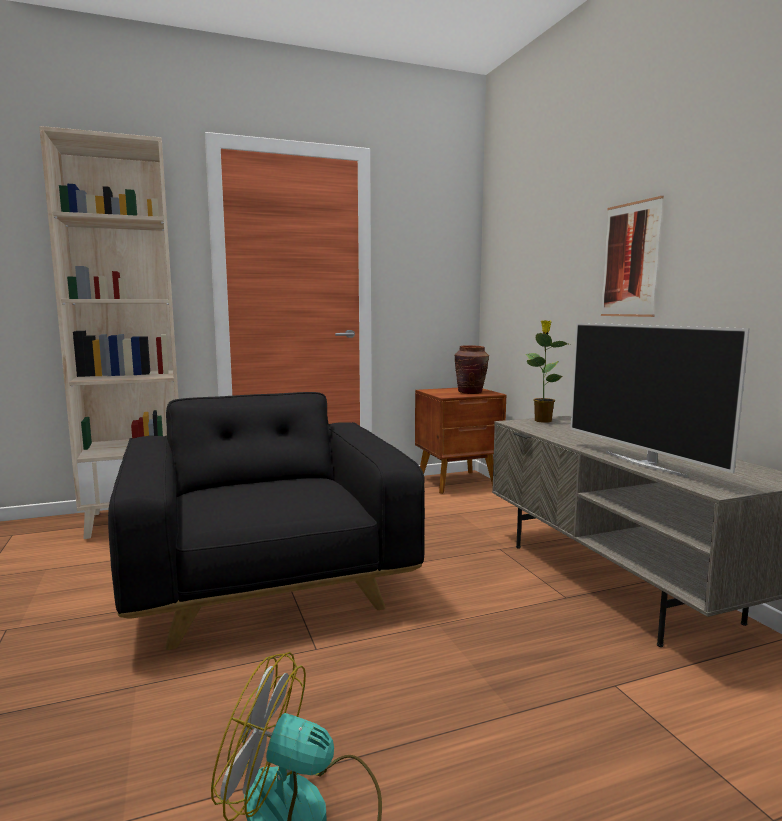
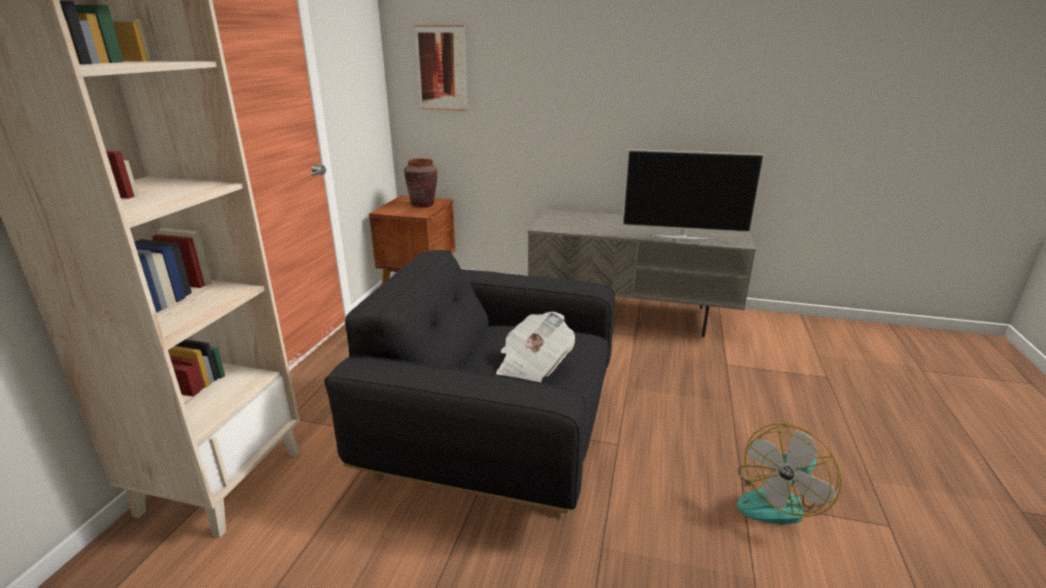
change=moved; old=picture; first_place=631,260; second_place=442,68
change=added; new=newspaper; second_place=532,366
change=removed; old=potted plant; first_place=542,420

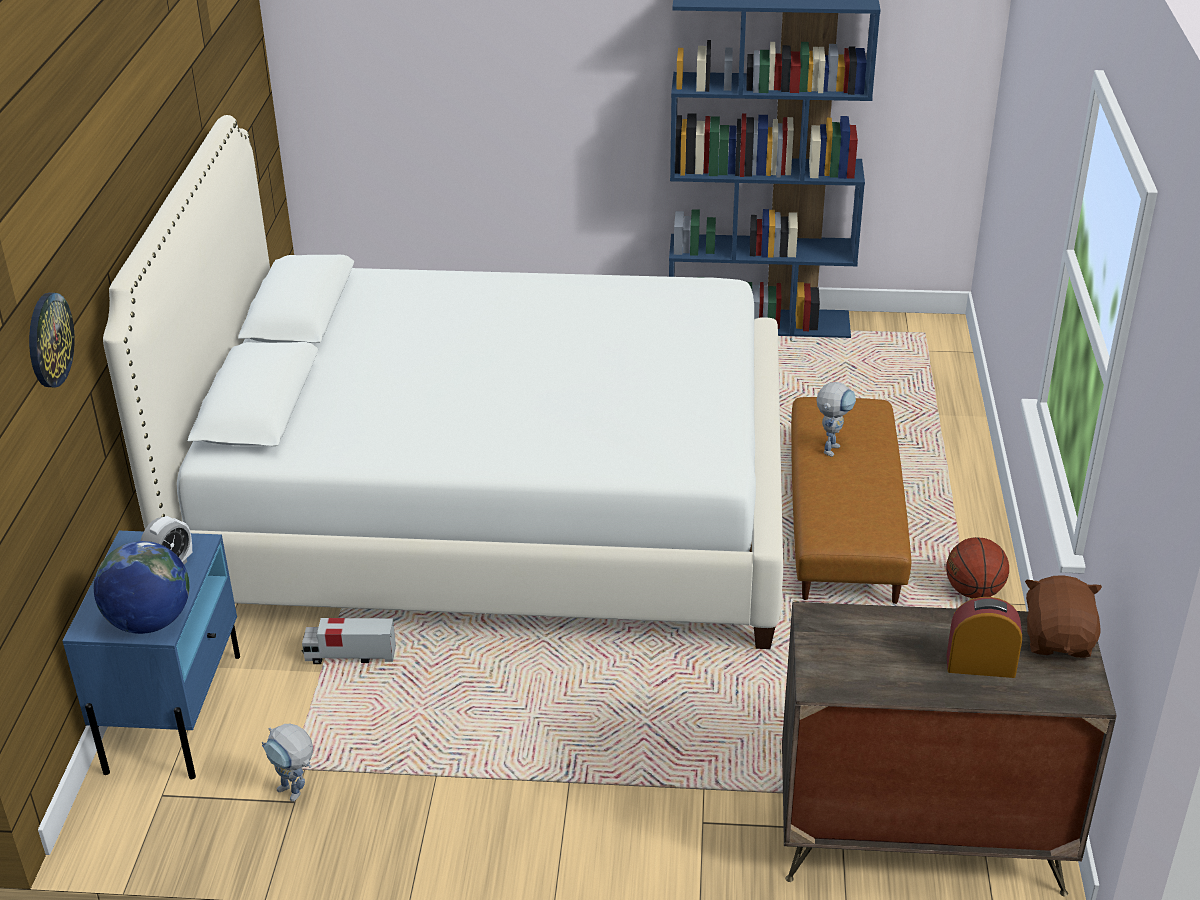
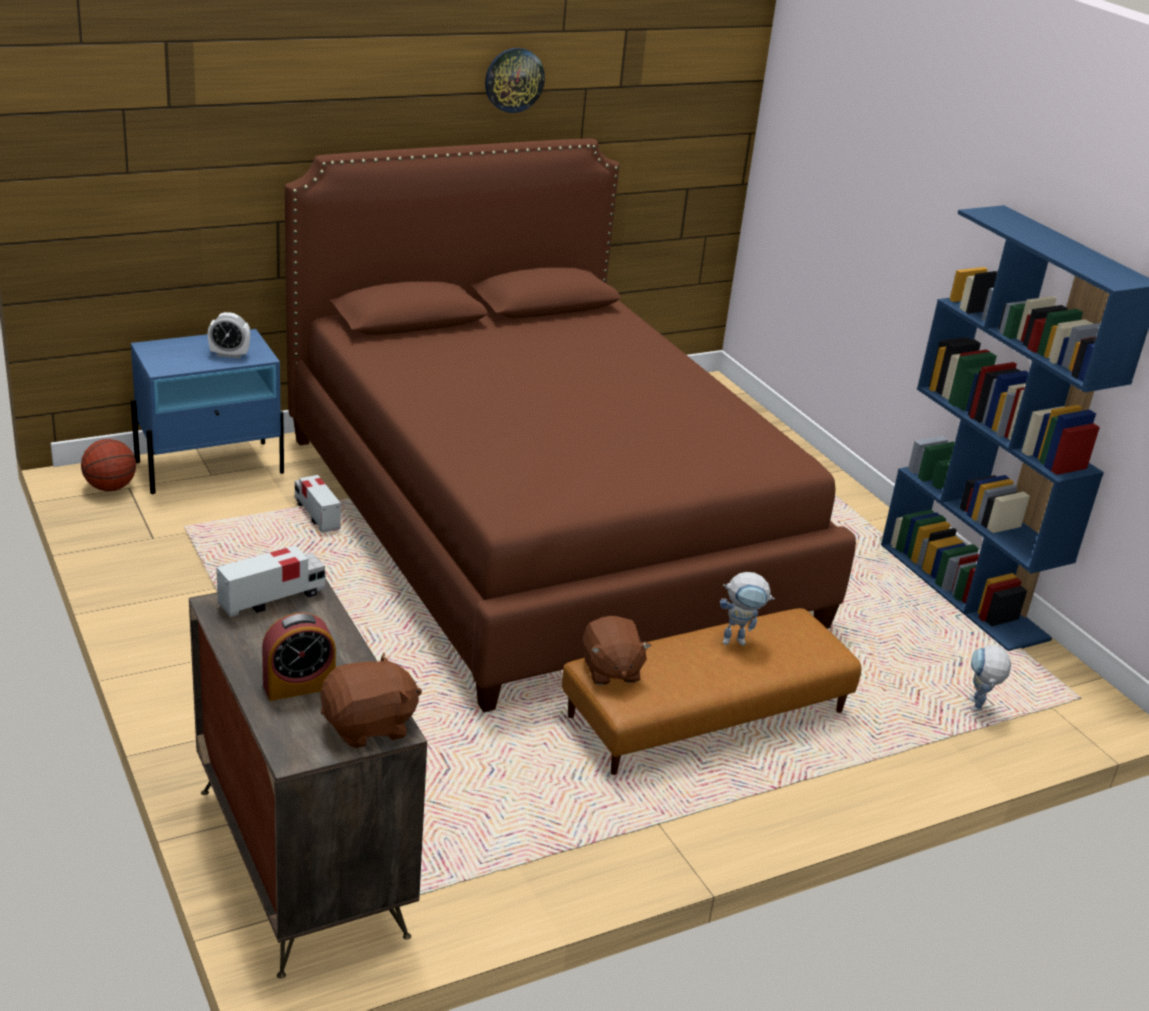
change=moved; old=basketball; first_place=973,591; second_place=110,487
change=added; new=toy truck; second_place=273,599
change=turned; old=alarm clock; first_place=980,665; second_place=299,686; degrees=90
change=recoloured; old=bed (white); new=bed (brown); first_place=492,507; second_place=542,526
change=moved; old=wall clock; first_place=48,340; second_place=514,80
change=added; new=plush toy (brown); second_place=610,670
change=moved; old=toy robot; first_place=296,794; second_place=977,710
change=removed; old=globe; first_place=149,622

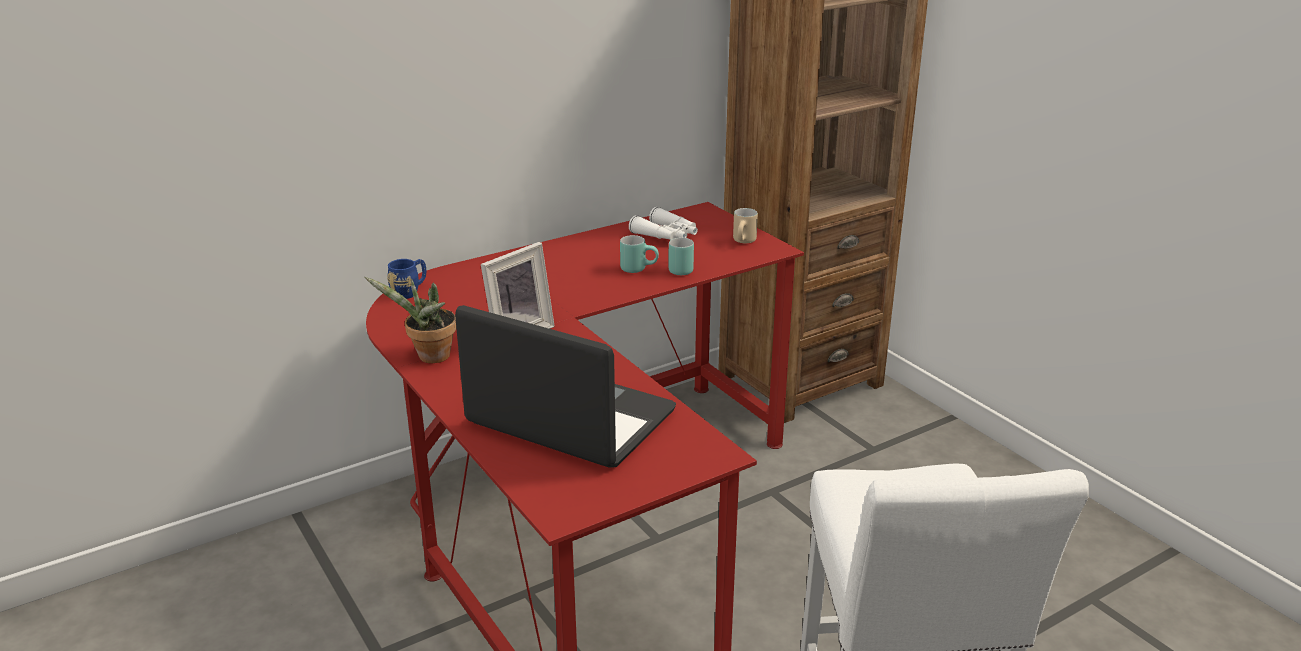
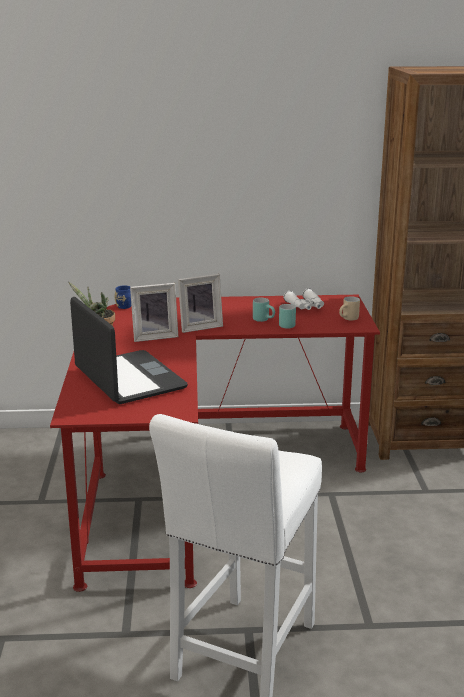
change=added; new=picture frame; second_place=199,326

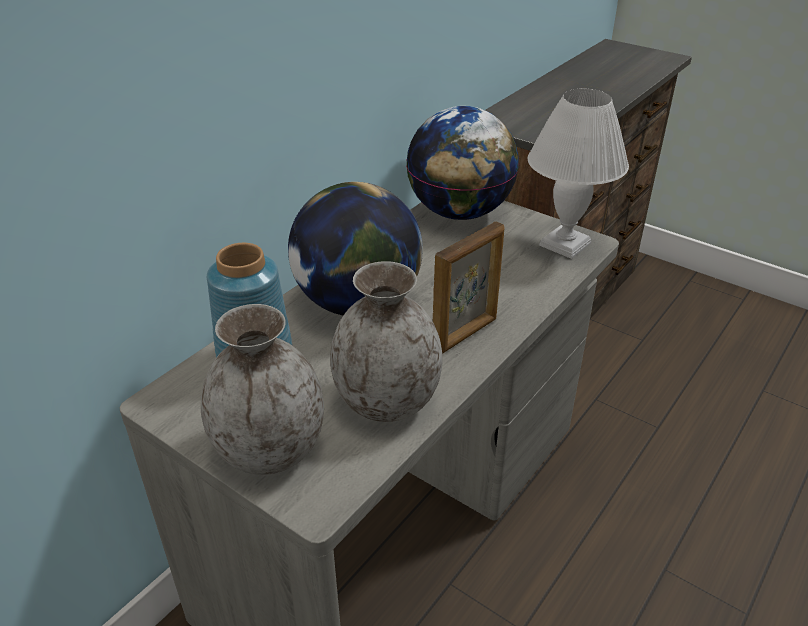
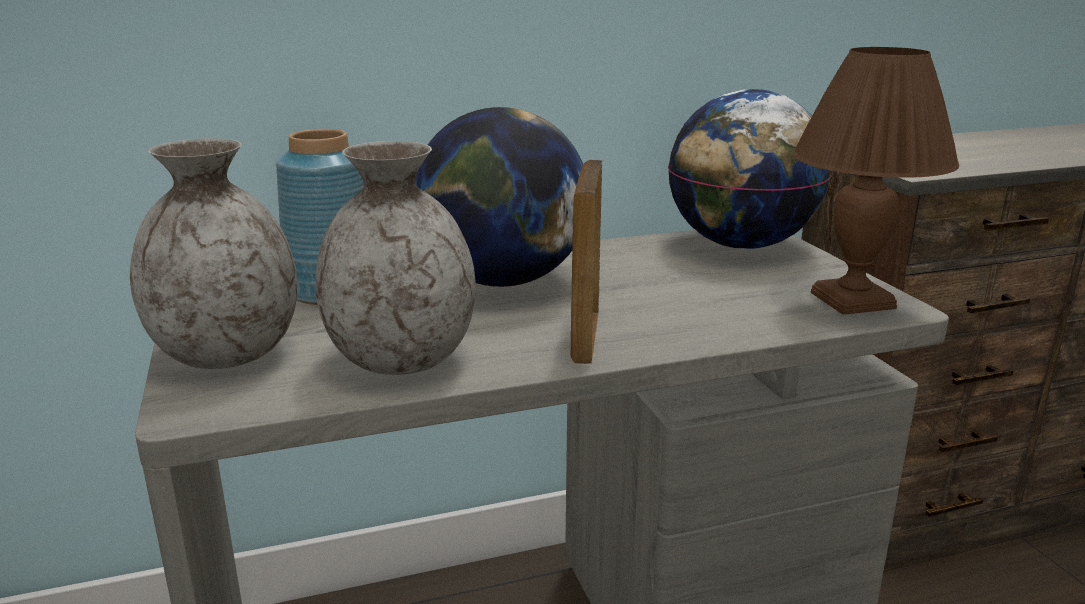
change=turned; old=picture frame; first_place=465,334; second_place=585,337; degrees=105
change=recoloured; old=table lamp (white); new=table lamp (brown); first_place=566,244; second_place=854,301

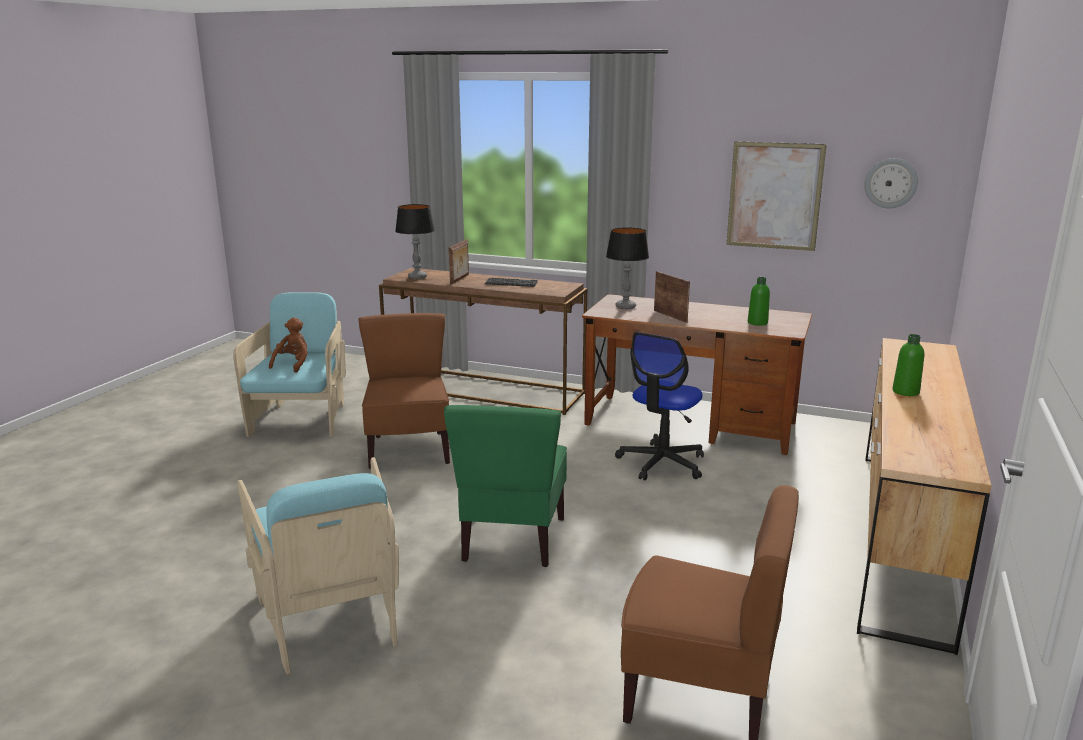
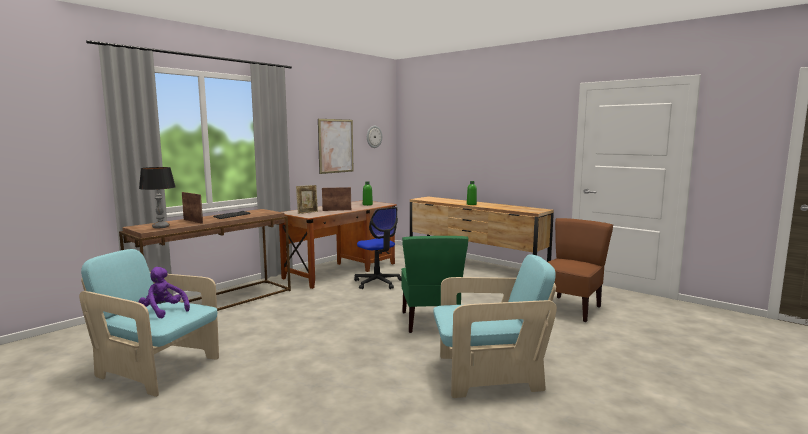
change=recoloured; old=plush toy (brown); new=plush toy (purple); first_place=293,364; second_place=163,311
change=replaced; old=table lamp; new=picture frame; first_place=625,307; second_place=307,212
change=turned; old=chair (green); first_place=512,539; second_place=431,322; degrees=60
change=removed; old=chair (brown); first_place=409,450

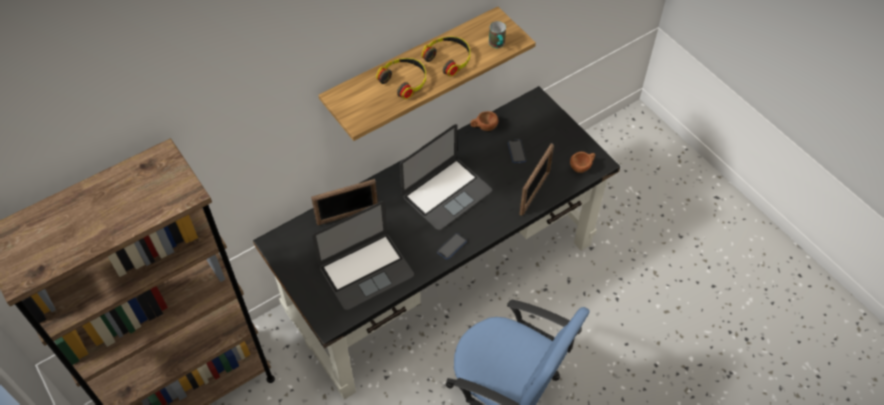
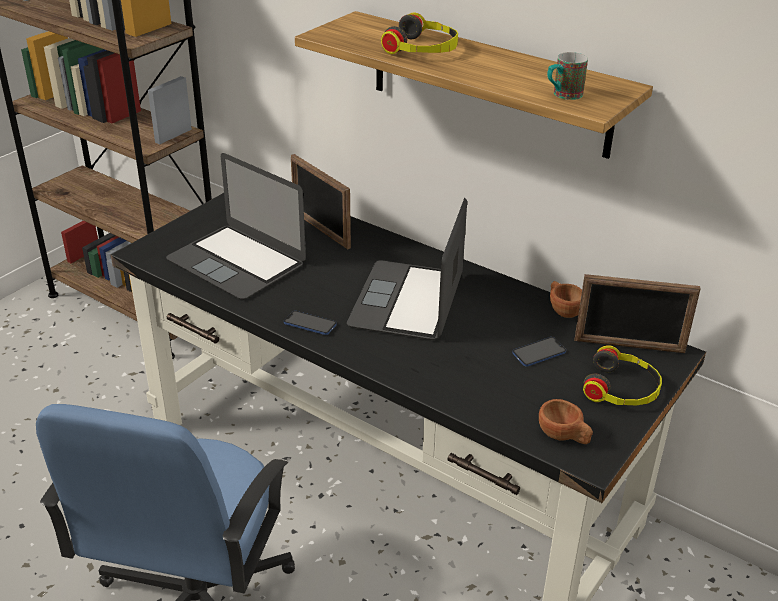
change=turned; old=laptop; first_place=446,193; second_place=407,300; degrees=75
change=moved; old=picture frame; first_place=534,193; second_place=629,346
change=moved; old=headphones; first_place=448,59; second_place=622,389

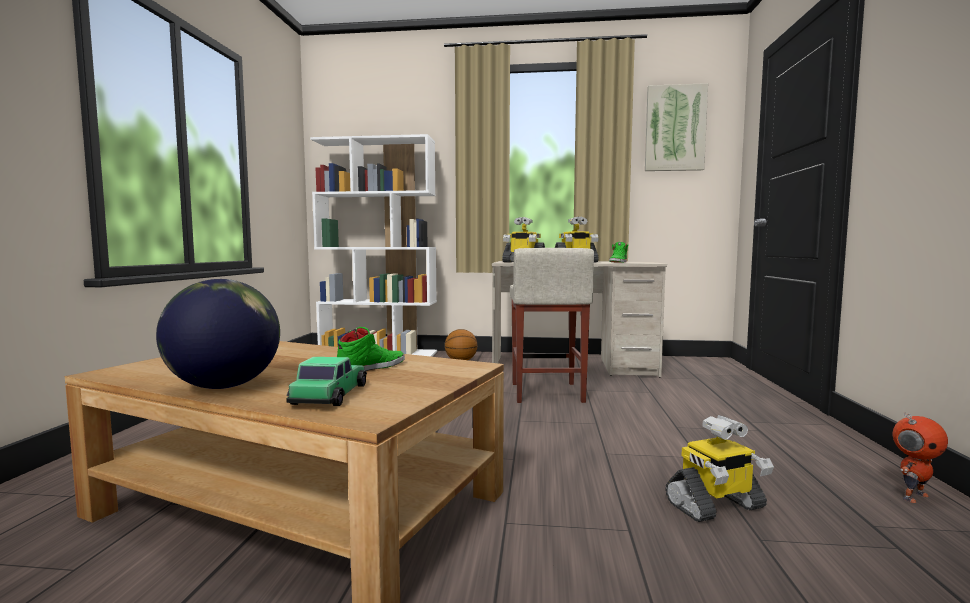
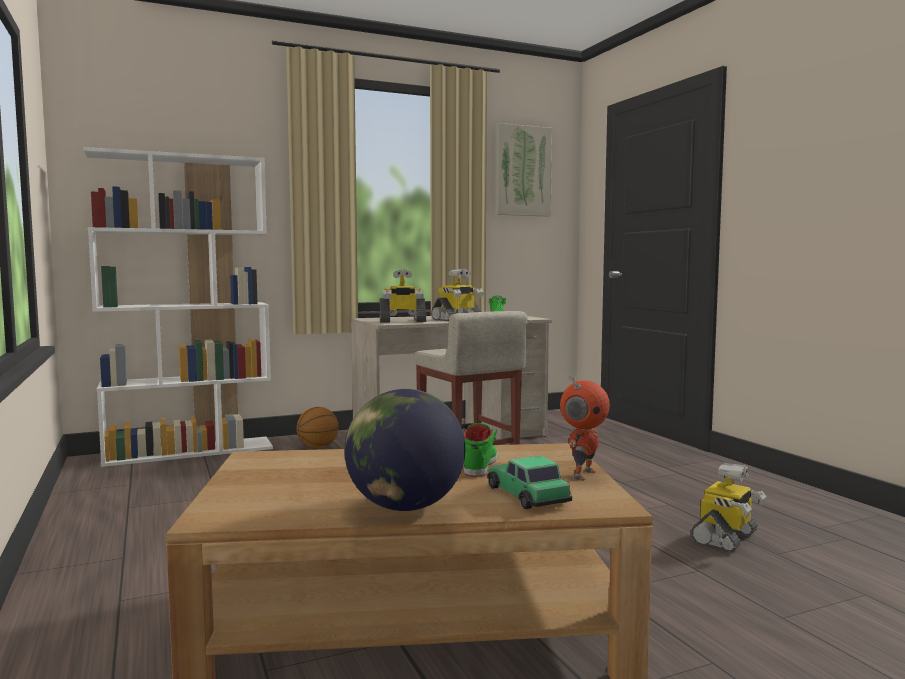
change=moved; old=toy robot; first_place=913,496; second_place=582,474

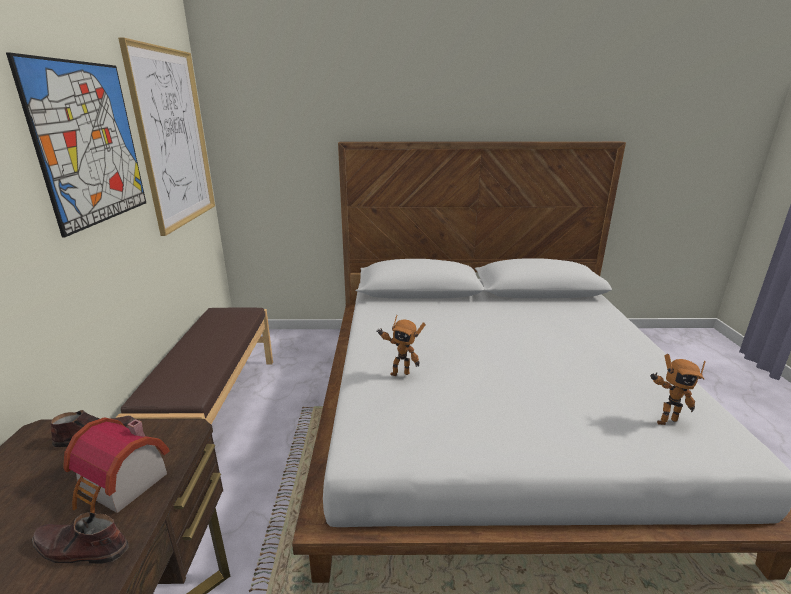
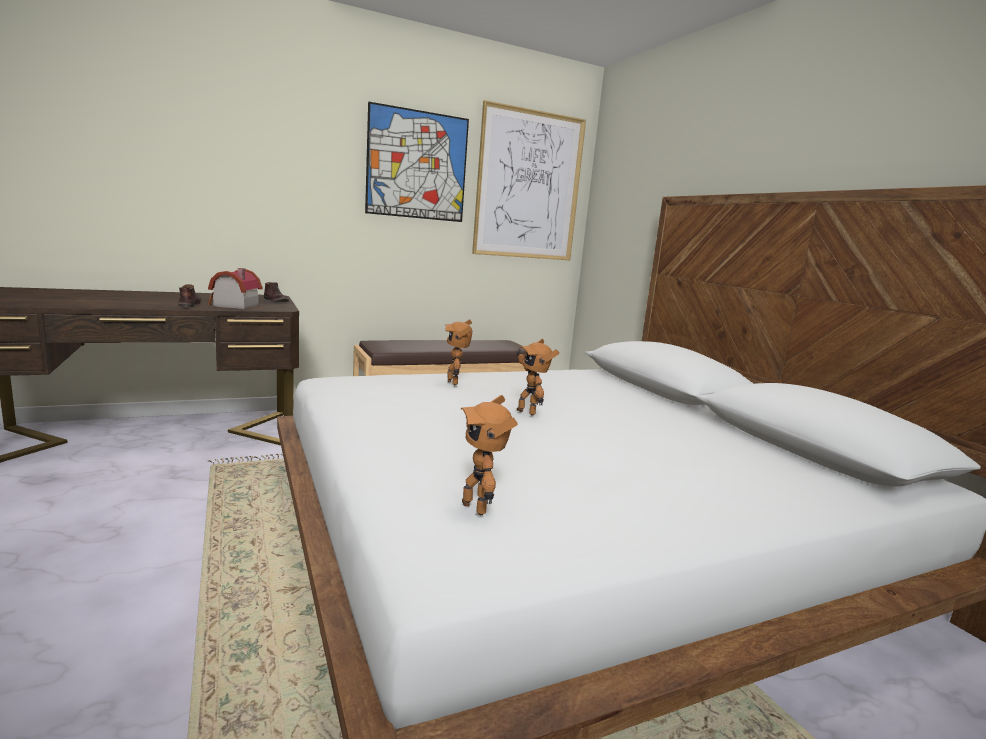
change=added; new=toy robot; second_place=528,412

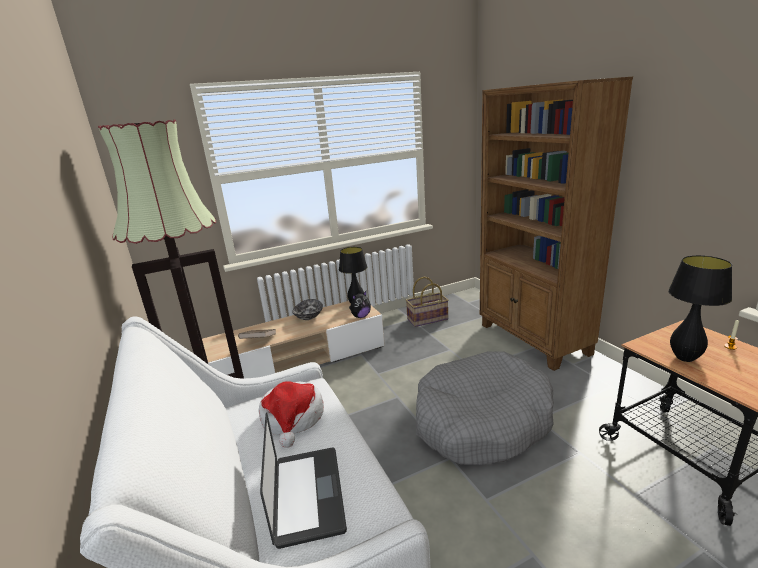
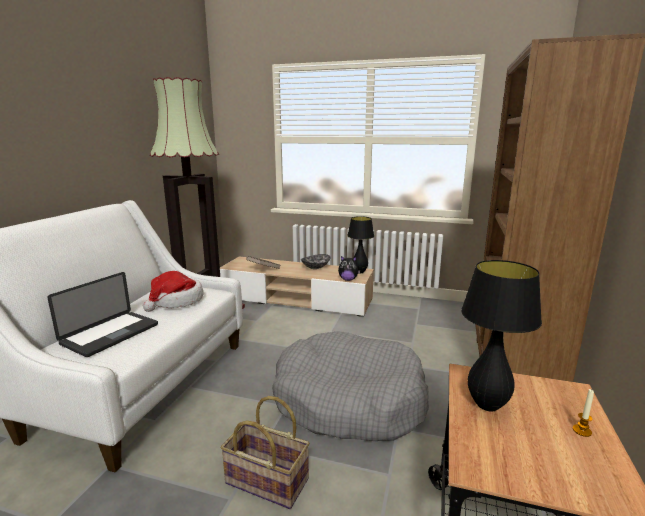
change=moved; old=basket; first_place=427,319; second_place=266,482

